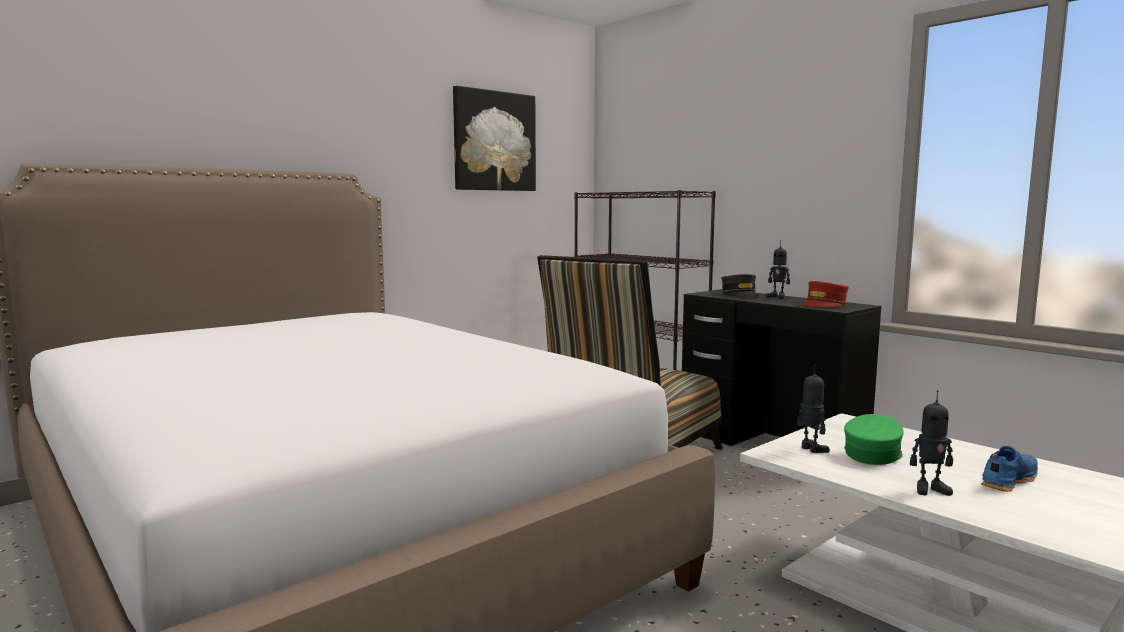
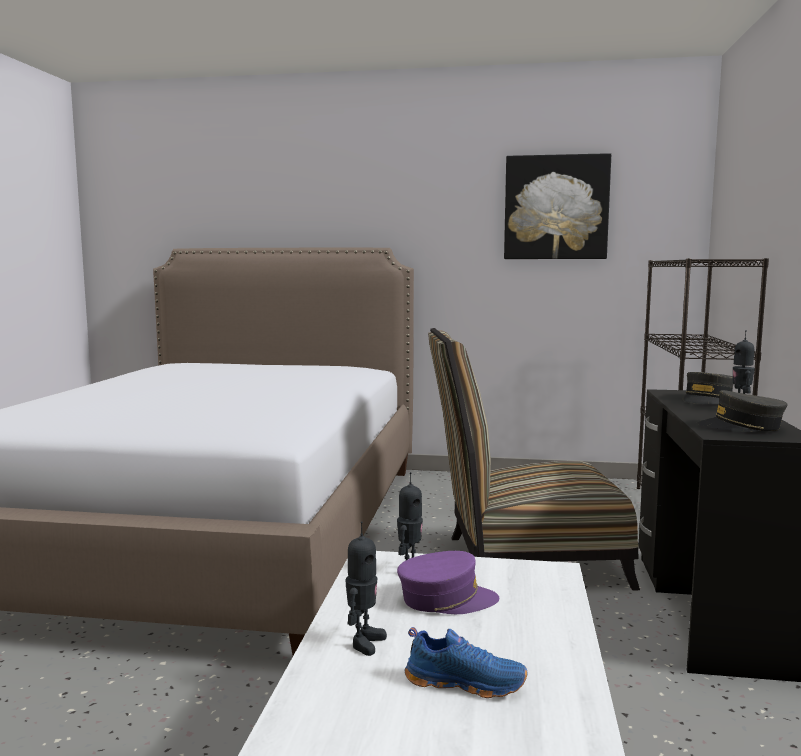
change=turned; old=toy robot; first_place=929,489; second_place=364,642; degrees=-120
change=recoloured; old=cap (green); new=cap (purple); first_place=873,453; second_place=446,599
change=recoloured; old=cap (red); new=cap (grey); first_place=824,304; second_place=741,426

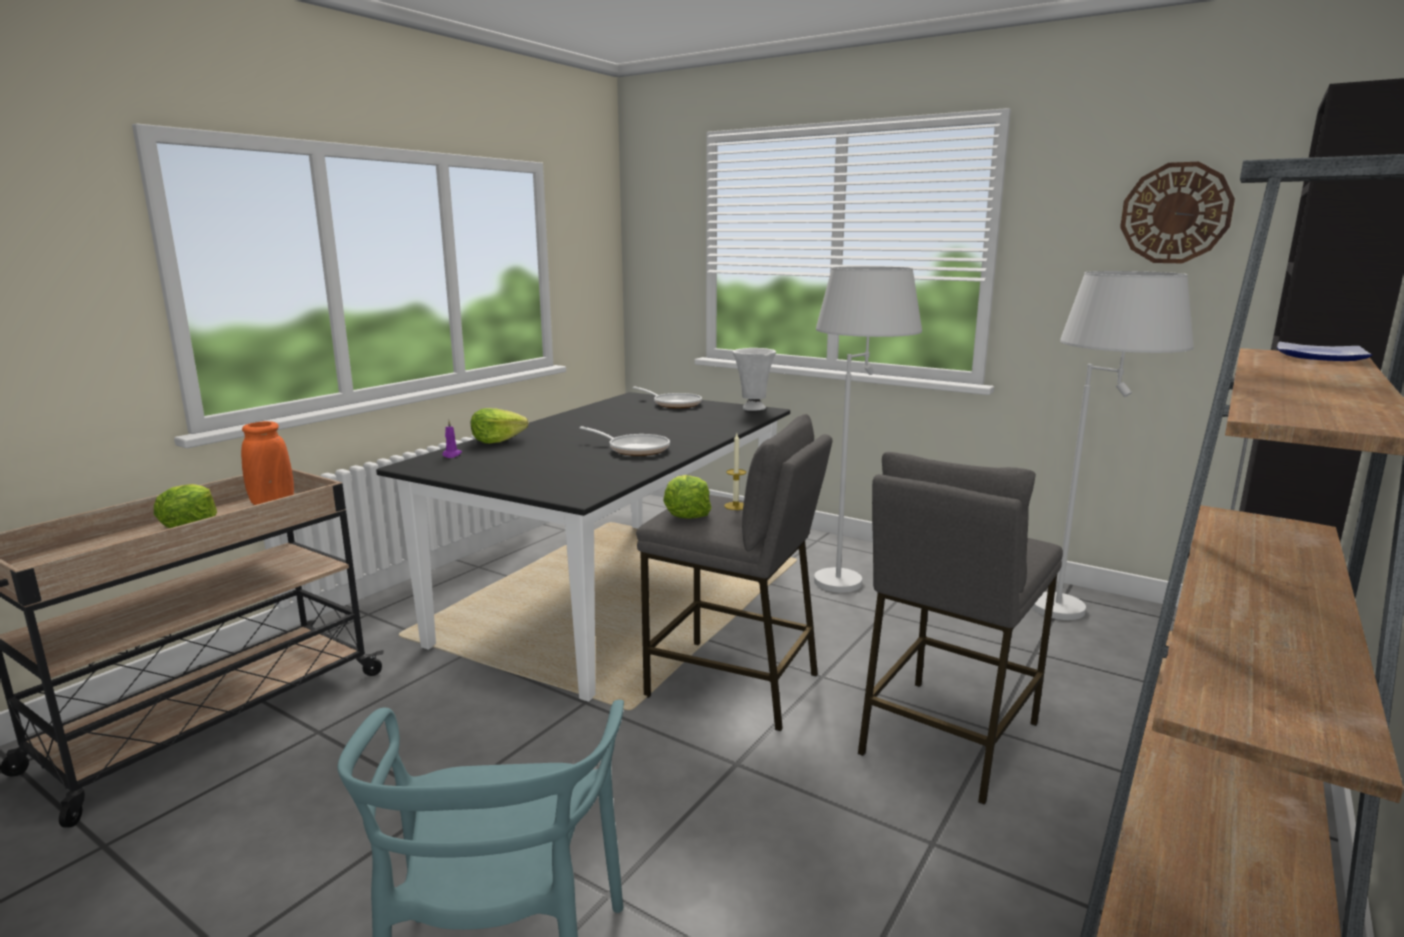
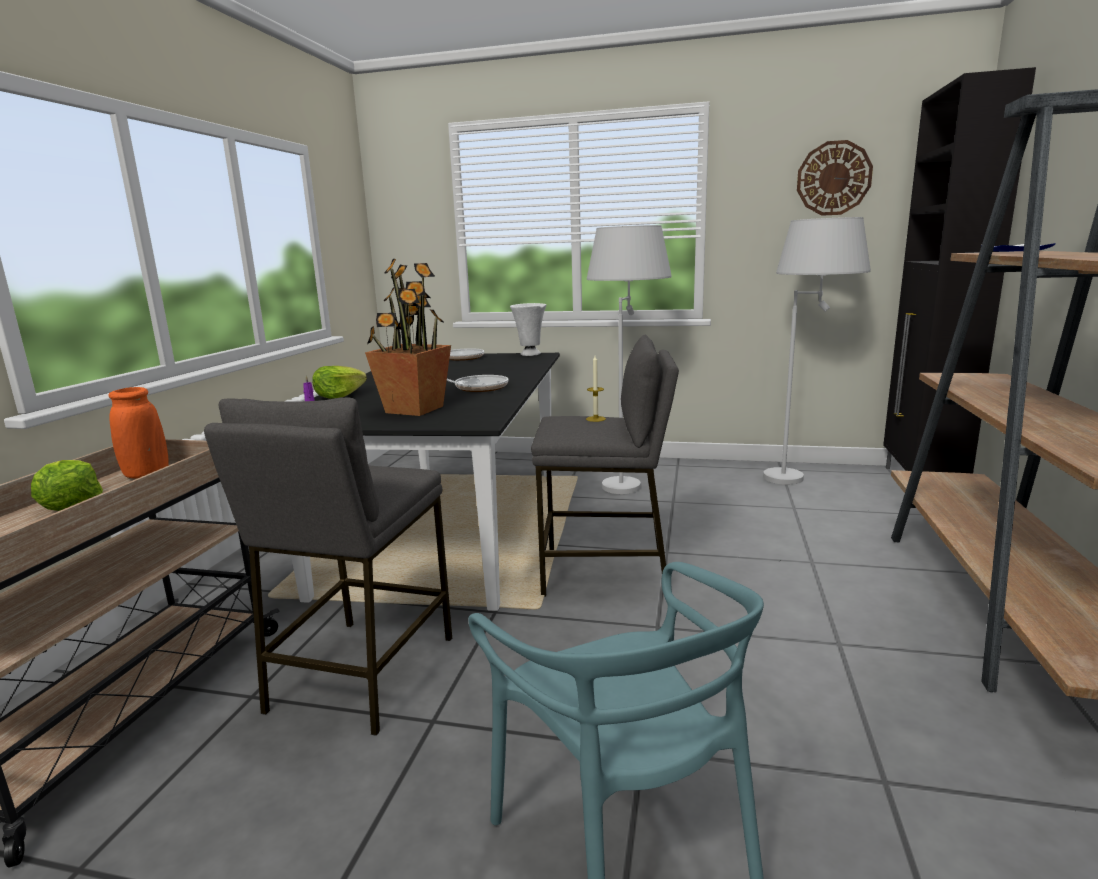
change=moved; old=stool (grey); first_place=947,737; second_place=361,672
change=added; new=potted plant; second_place=415,409
change=removed; old=lettuce; first_place=686,513

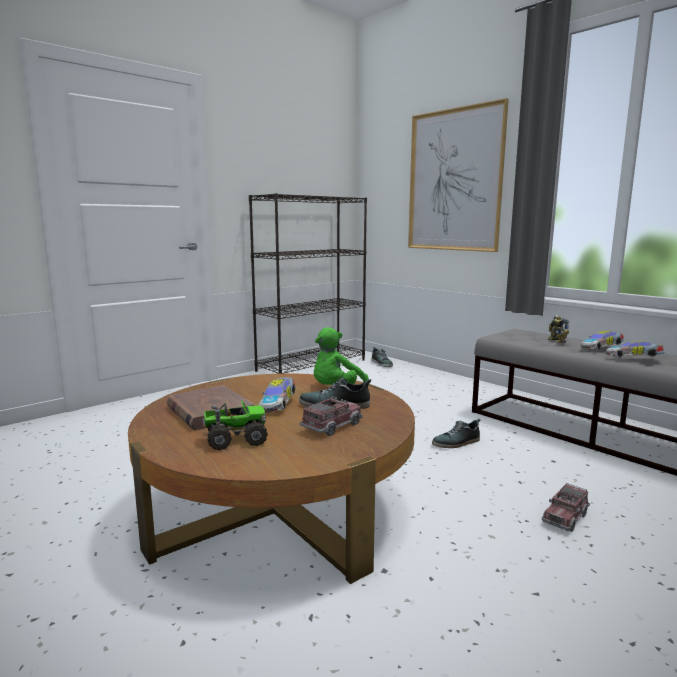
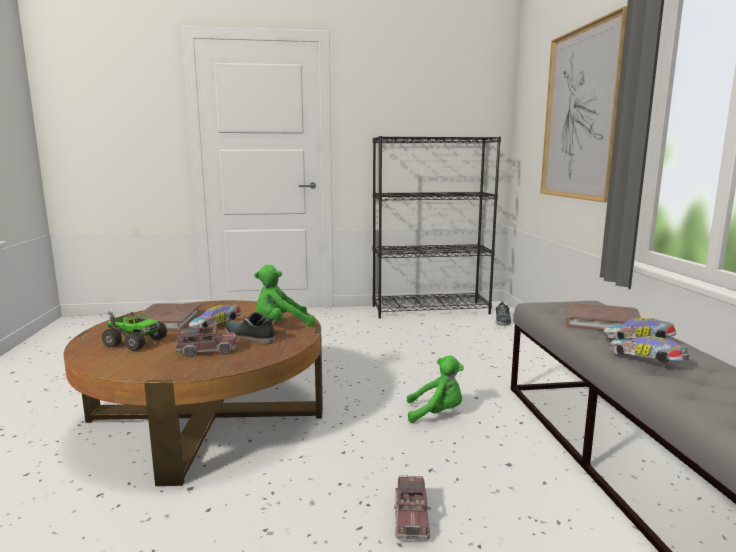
change=turned; old=toy truck; first_place=565,517; second_place=411,519; degrees=-75
change=replaced; old=shoe; new=plush toy (green); first_place=456,443; second_place=437,413
change=replaced; old=toy robot; new=book (brown); first_place=555,341; second_place=601,322

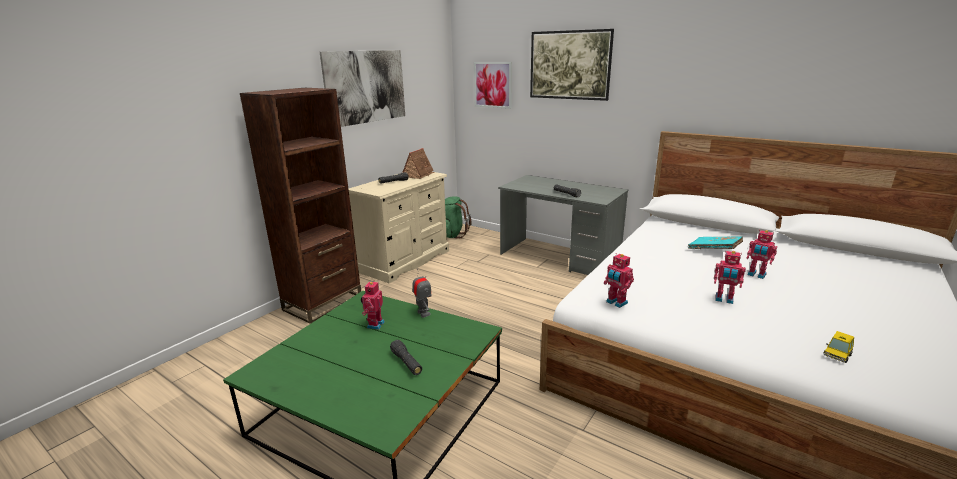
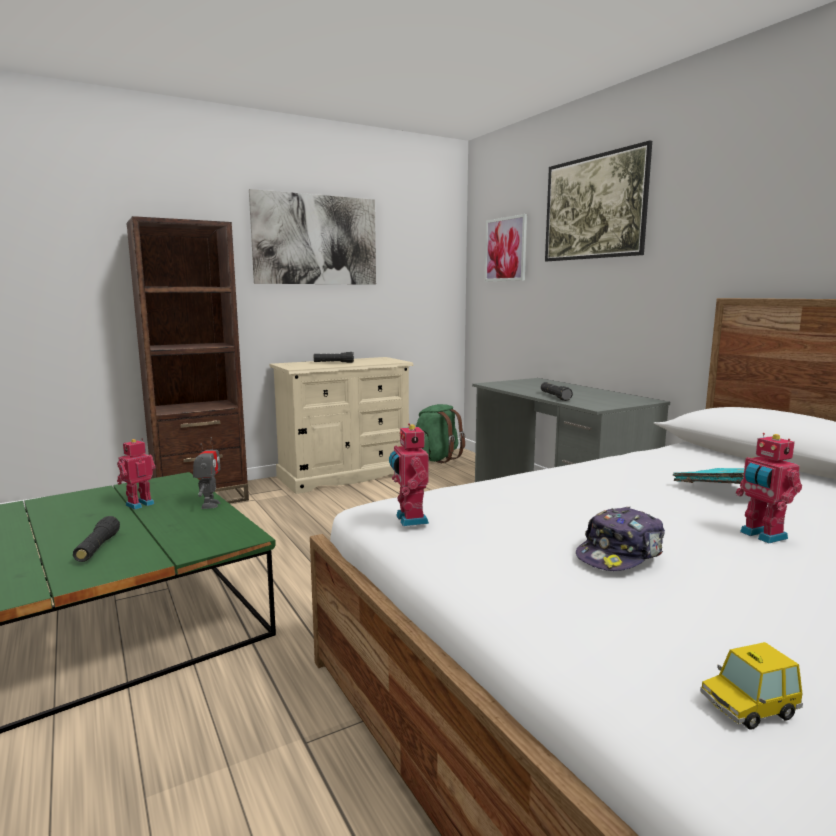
change=replaced; old=toy robot; new=cap; first_place=724,300; second_place=620,554
change=removed; old=toy house; first_place=419,175

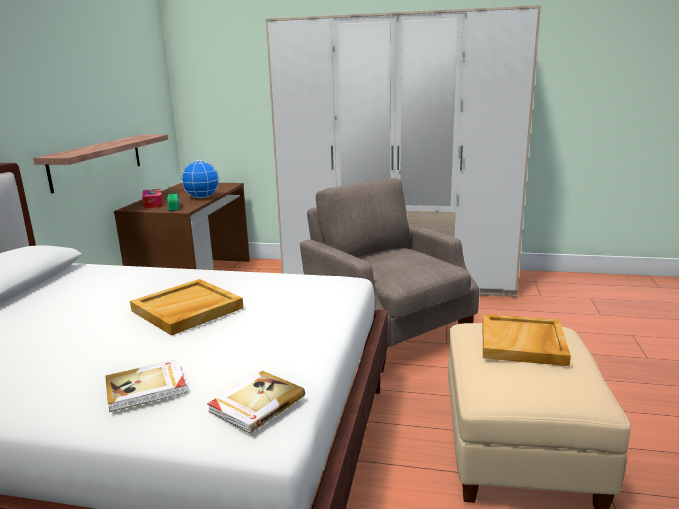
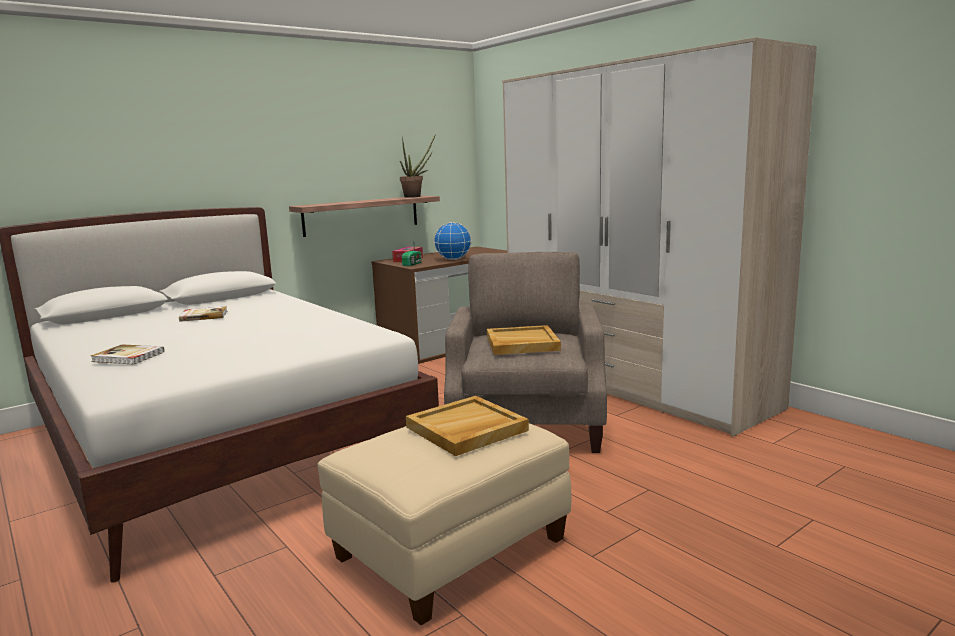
change=moved; old=book; first_place=256,404; second_place=203,316
change=added; new=potted plant; second_place=416,196
change=moved; old=tray (beige); first_place=187,310; second_place=521,343

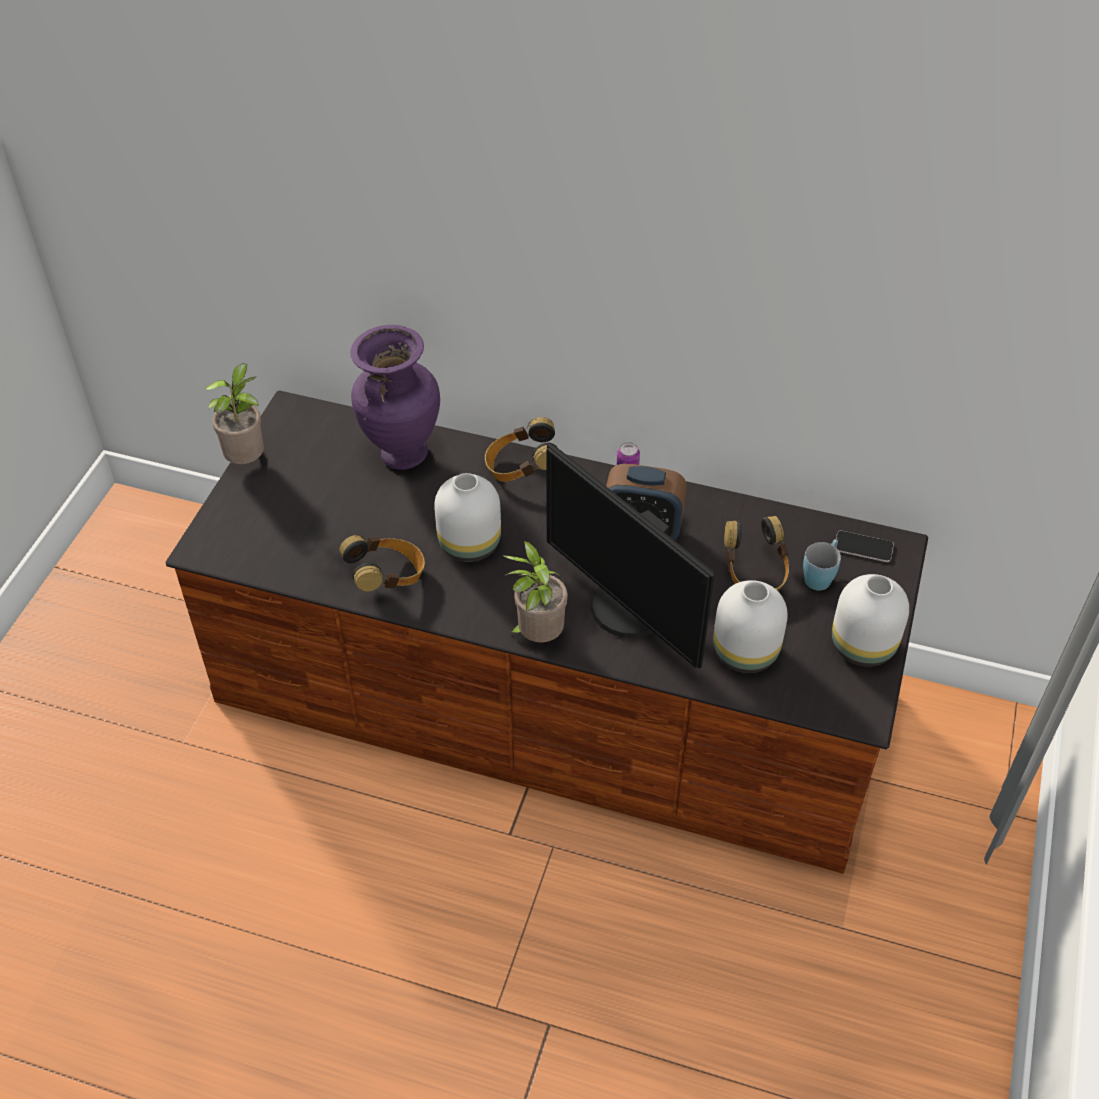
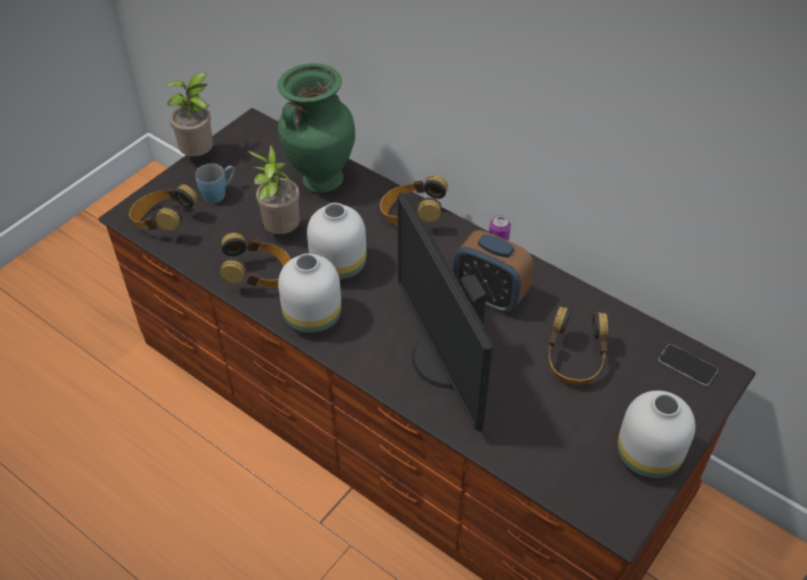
change=added; new=headphones; second_place=164,223
change=moved; old=mug (blue); first_place=820,575; second_place=219,193
change=moved; old=potted plant; first_place=537,636; second_place=280,231
change=recoloured; old=vase (purple); new=vase (green); first_place=402,454; second_place=321,180
change=moved; old=vase (white); first_place=743,652; second_place=311,318

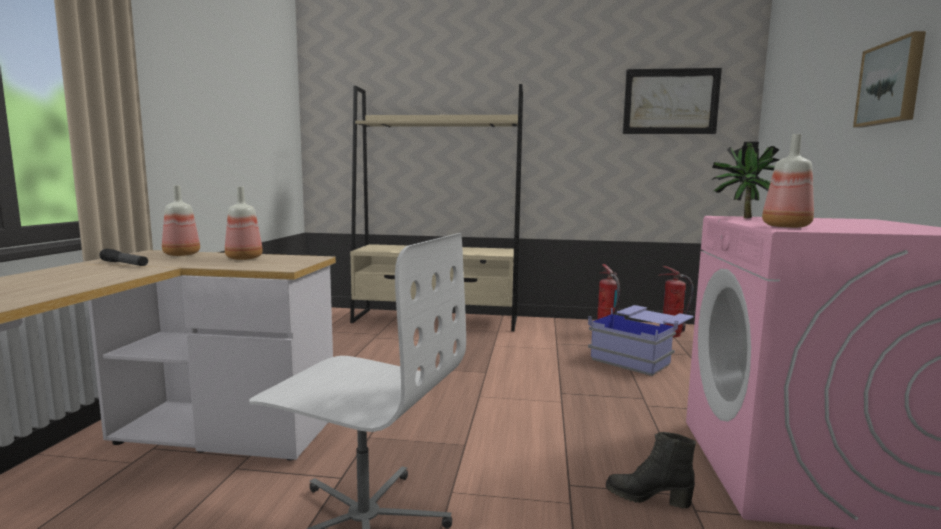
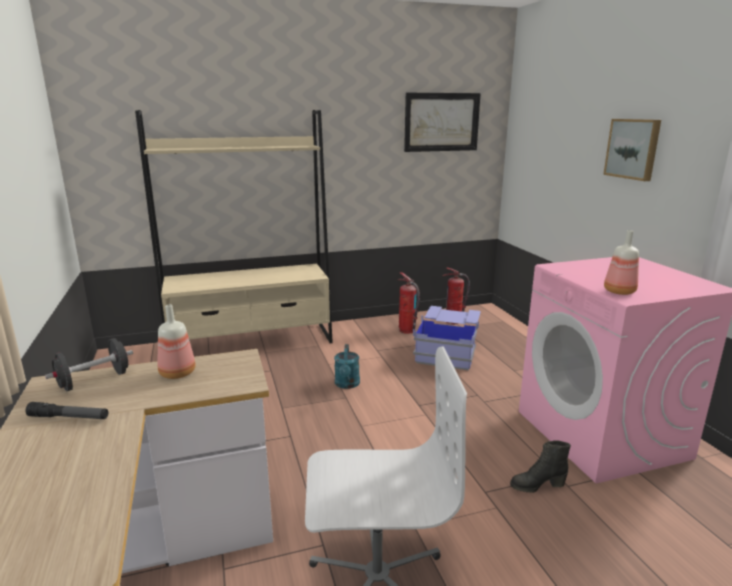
change=replaced; old=bottle; new=dumbbell (black); first_place=180,254; second_place=94,380
change=added; new=watering can (turquoise); second_place=347,385
change=removed; old=potted plant; first_place=742,218

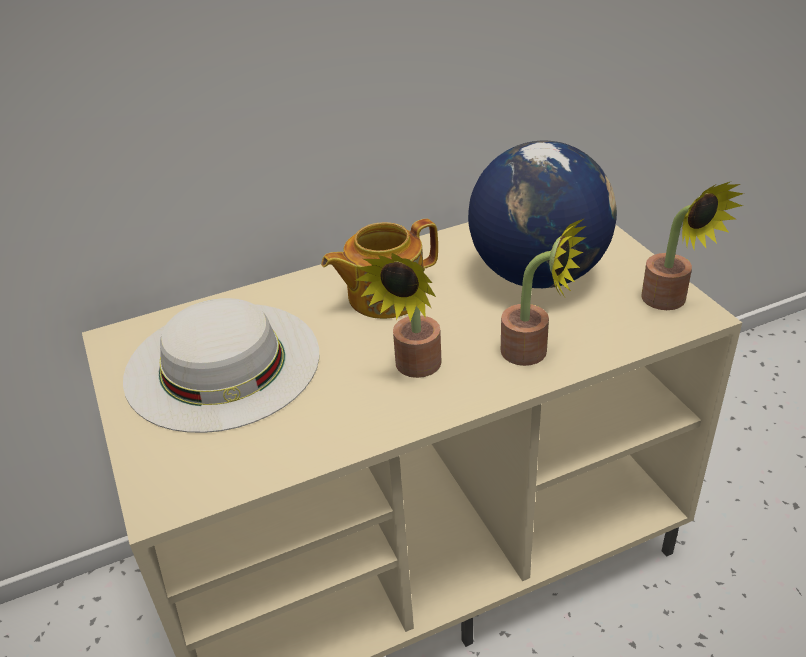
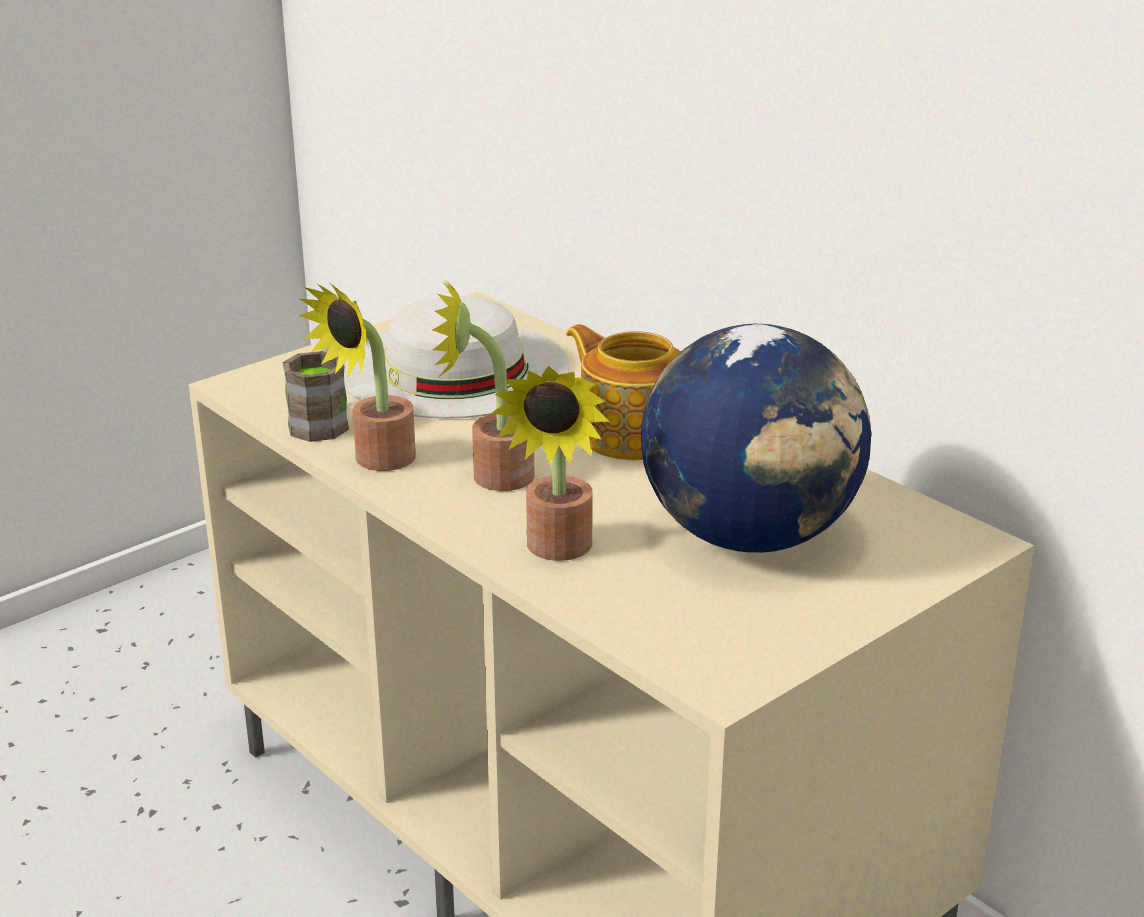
change=added; new=mug (brown); second_place=322,421
change=moved; old=potted plant; first_place=670,302; second_place=375,461

